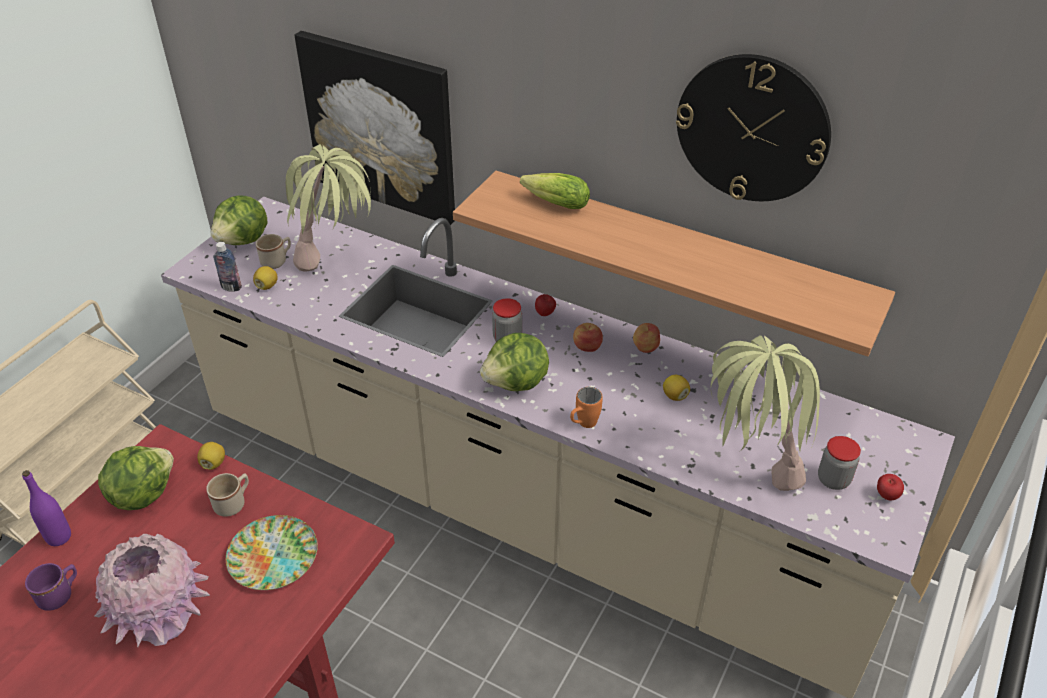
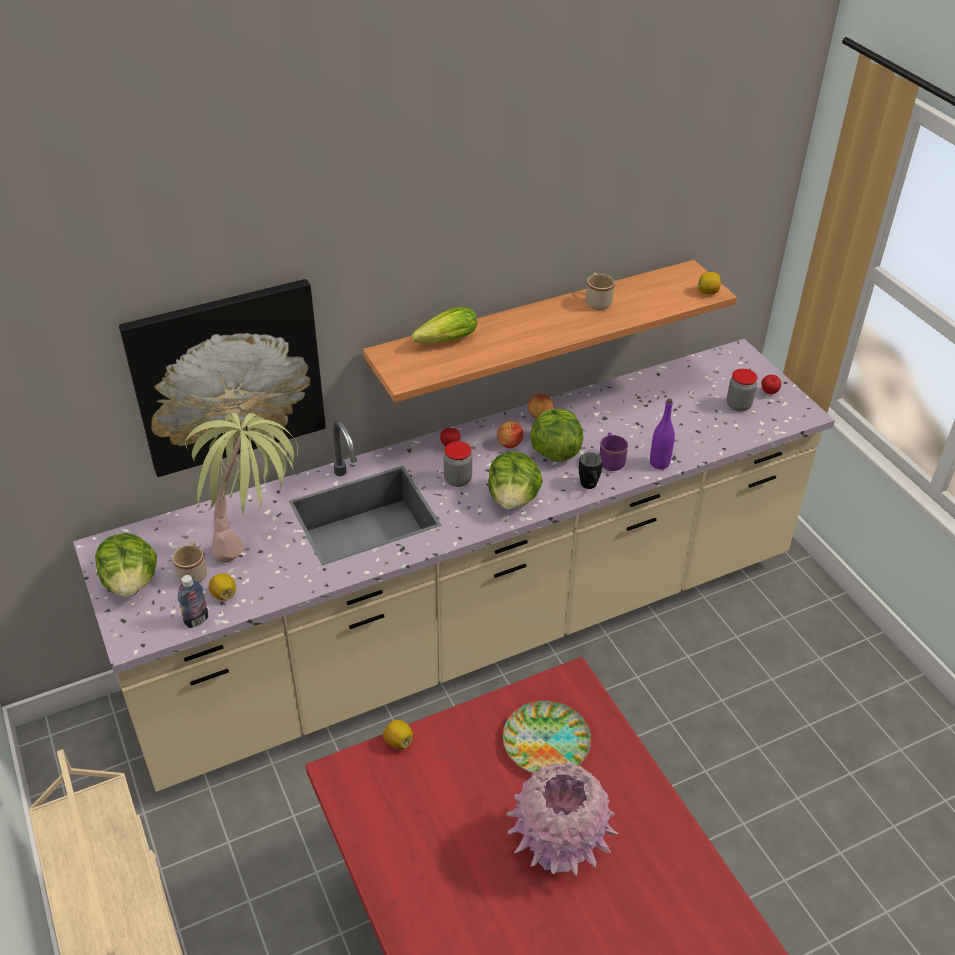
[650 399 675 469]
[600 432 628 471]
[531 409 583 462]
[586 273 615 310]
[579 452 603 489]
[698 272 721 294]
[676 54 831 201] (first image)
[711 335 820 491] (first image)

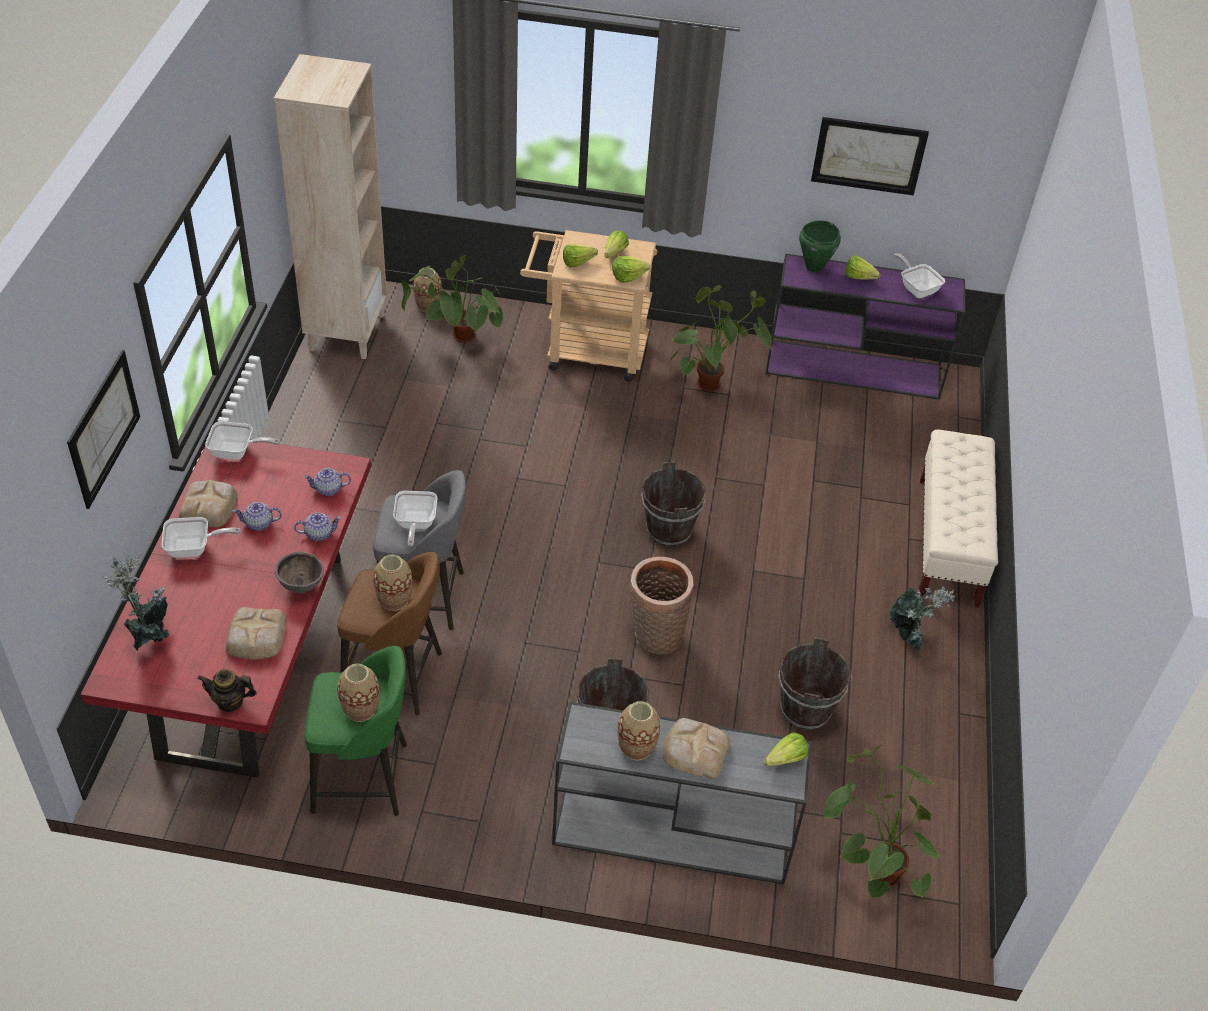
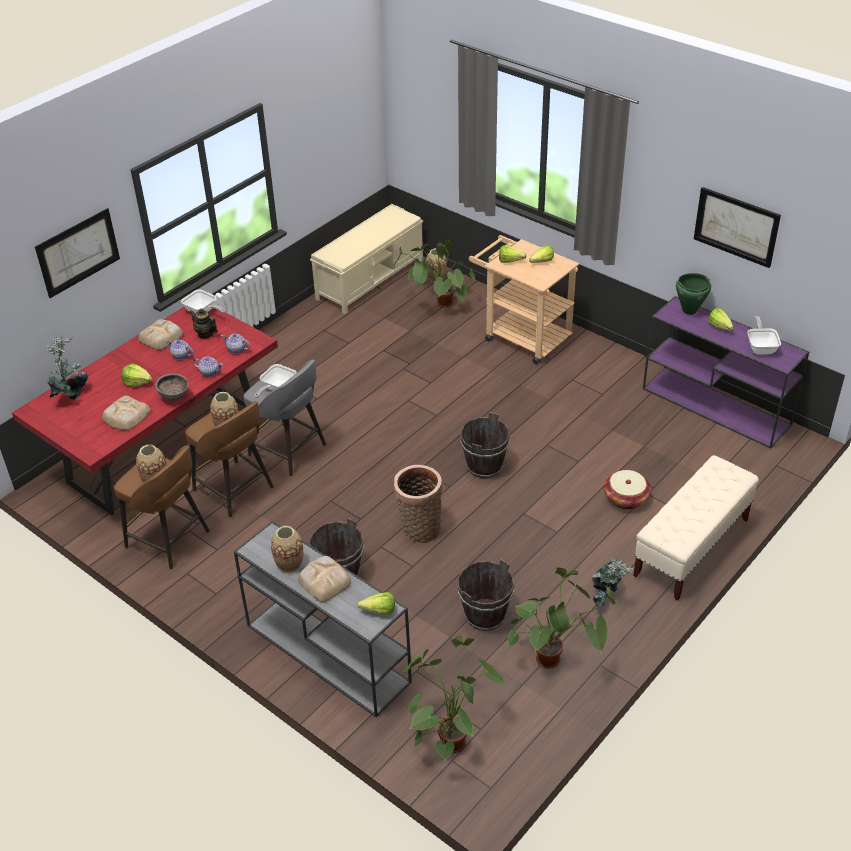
[162 517 241 558] (first image)
[190 309 218 339]
[310 204 423 314]
[114 445 210 569]
[121 364 152 387]
[508 567 616 669]
[604 470 651 510]

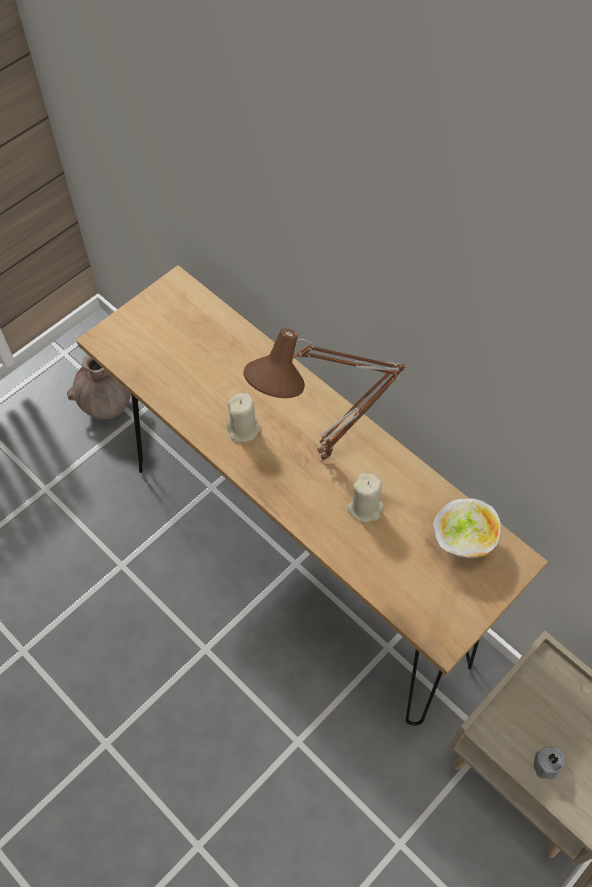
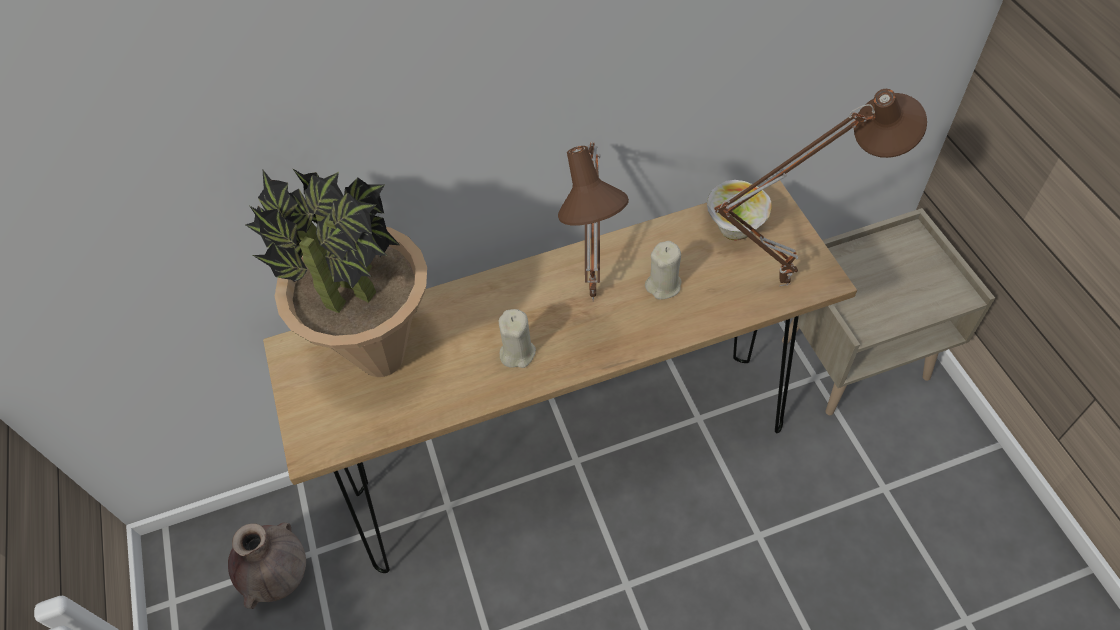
[534 746 565 780] (first image)
[245 168 427 377]
[714 89 927 286]

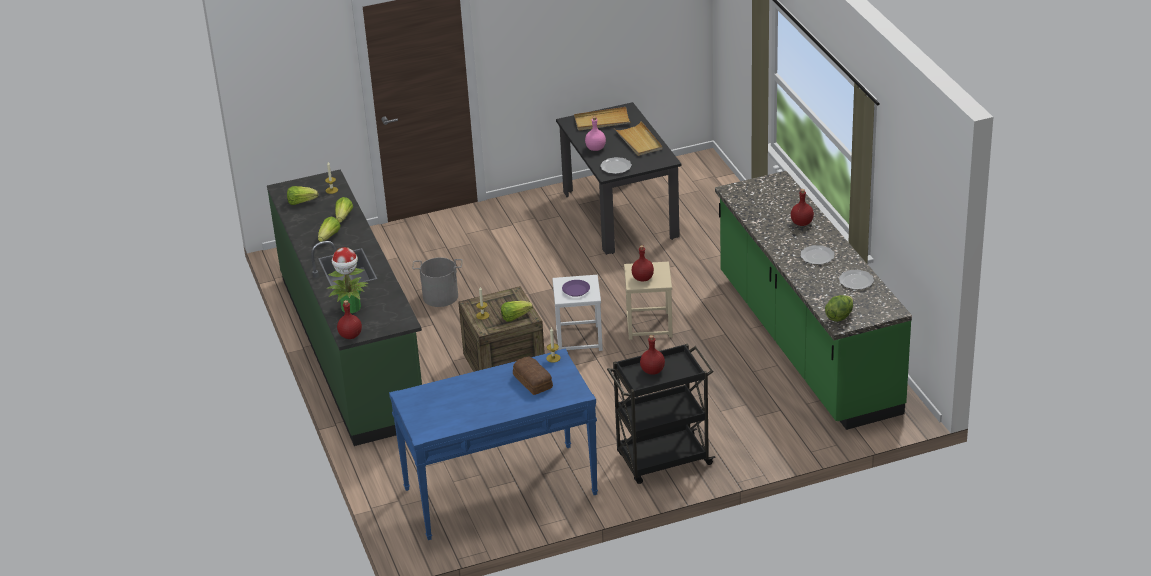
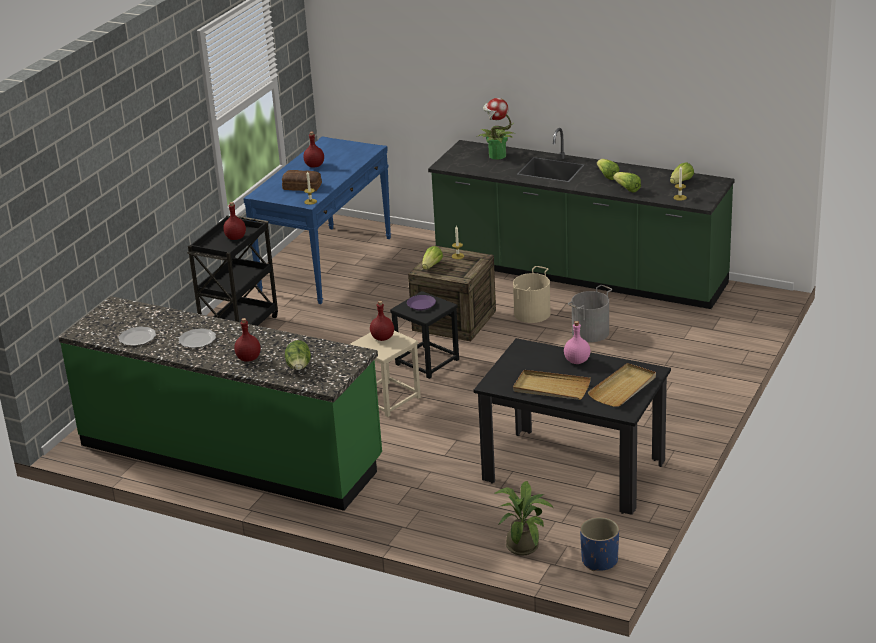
[303 132 324 168]
[390 291 459 379]
[600 157 632 174] (first image)
[285 340 311 370]
[494 481 553 556]
[513 266 551 323]
[580 517 619 571]

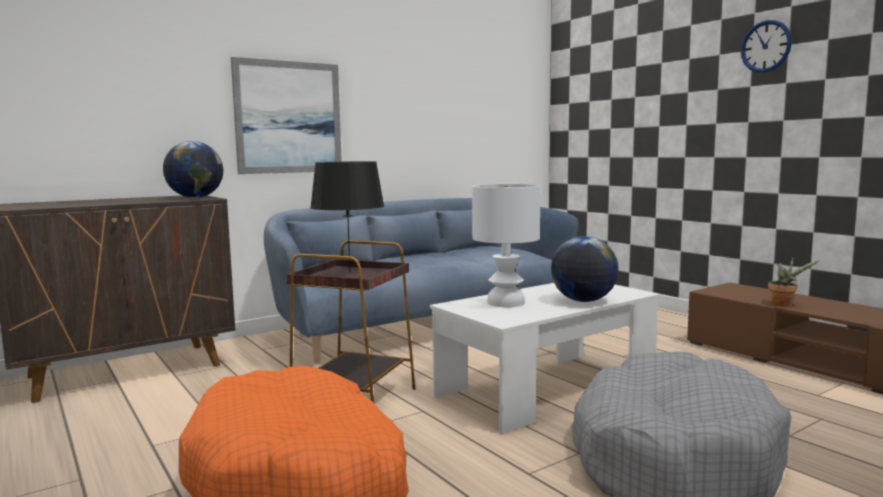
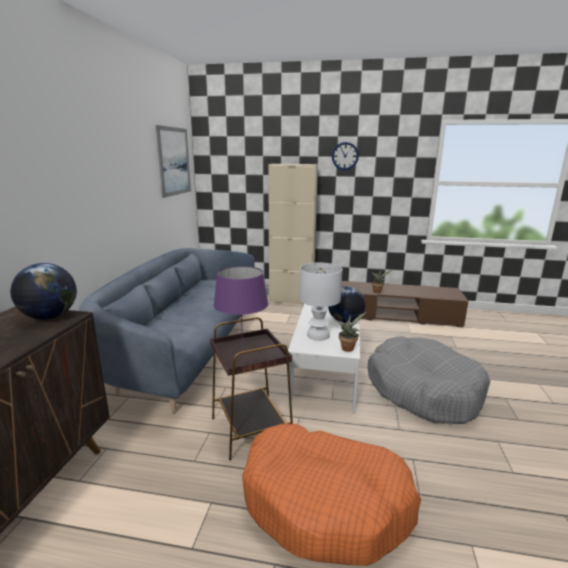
[156 125 191 198]
[213 266 268 349]
[268 164 318 305]
[336 312 366 352]

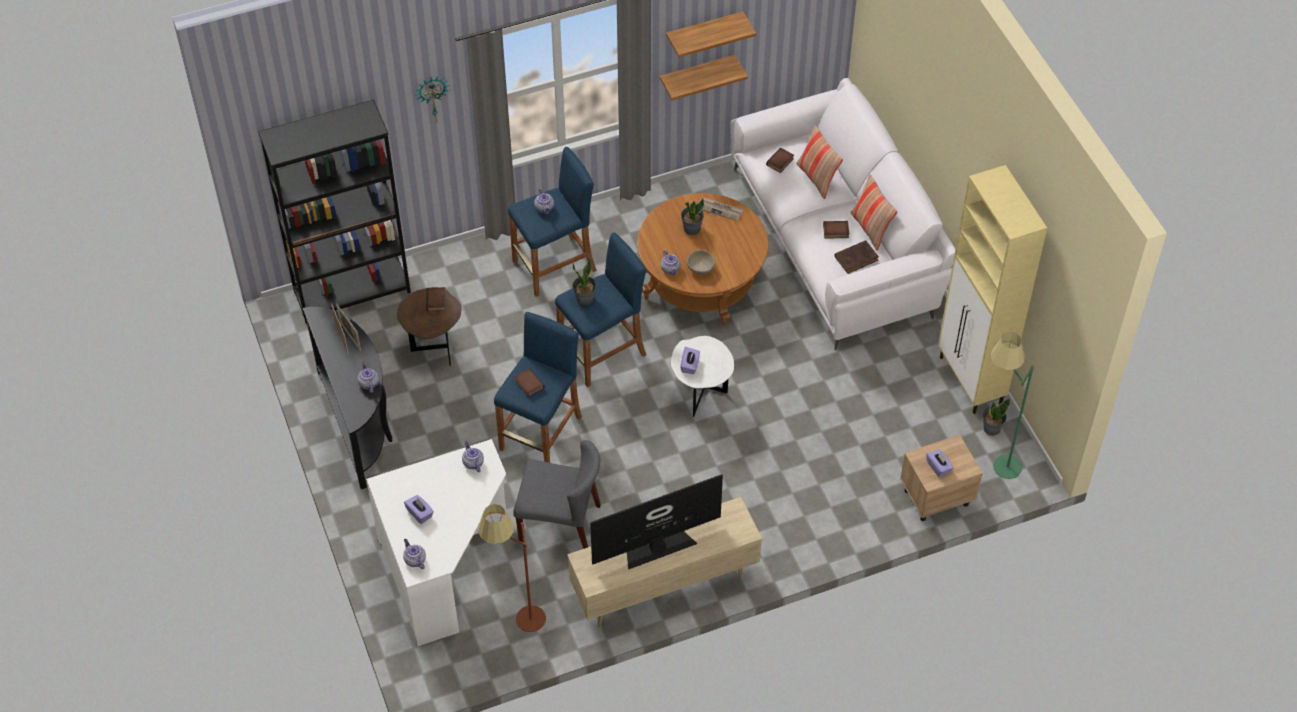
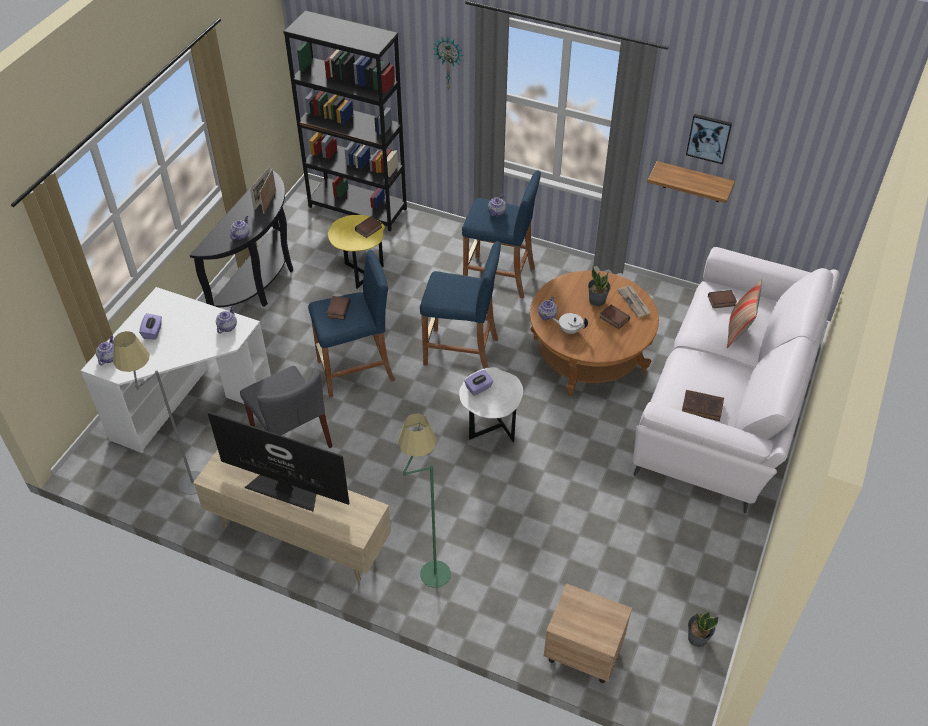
[328 215 385 289]
[113 331 201 495]
[572 258 597 305] (first image)
[686 114 732 164]
[552 313 588 334]
[600 305 630 329]
[850 175 897 250] (first image)
[926 449 953 477] (first image)
[938 165 1047 414] (first image)
[398 413 451 588]

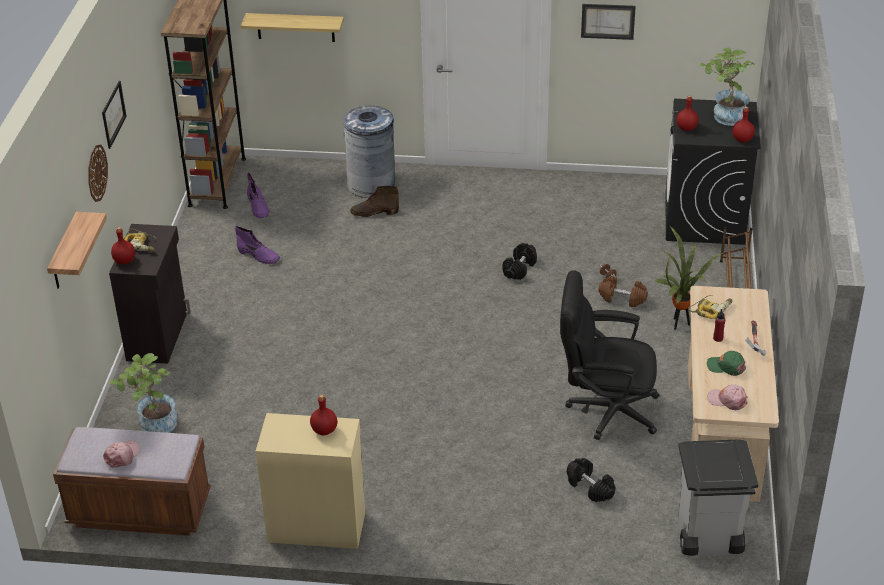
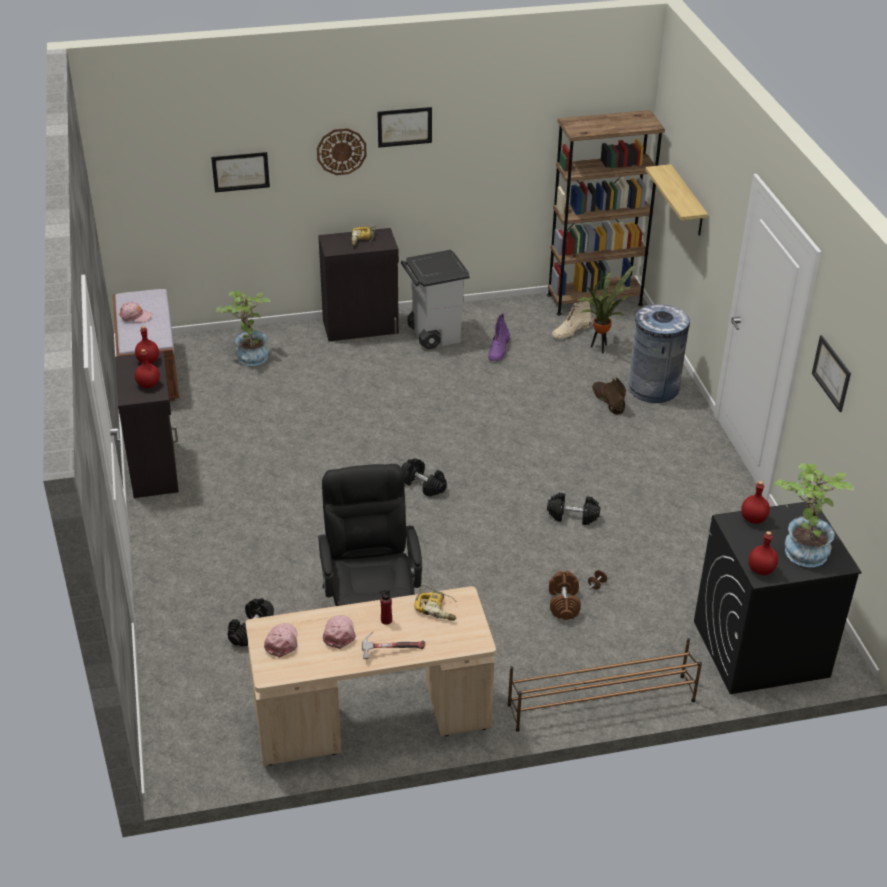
[211 152 270 192]
[135 326 159 364]
[552 301 592 339]
[115 351 179 498]
[577 263 638 354]
[401 250 469 349]
[323 615 356 649]
[401 458 447 497]

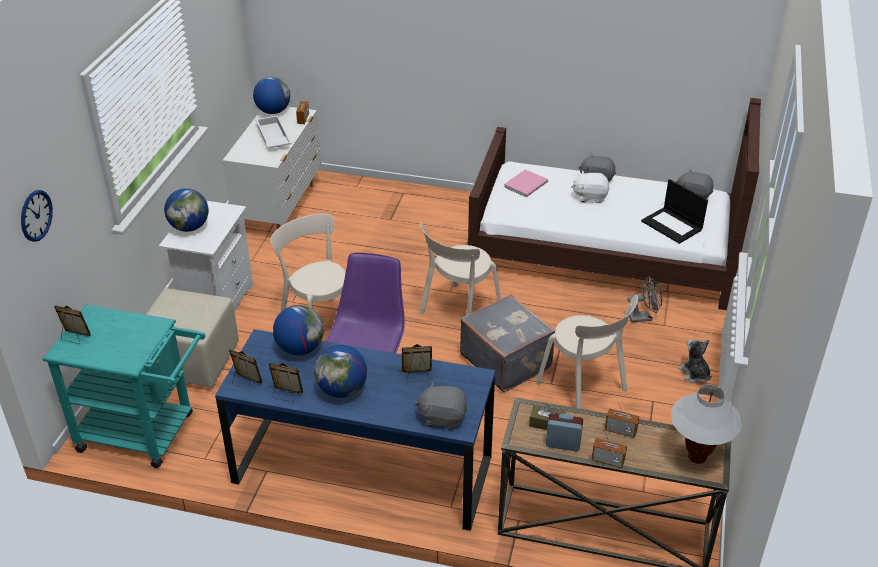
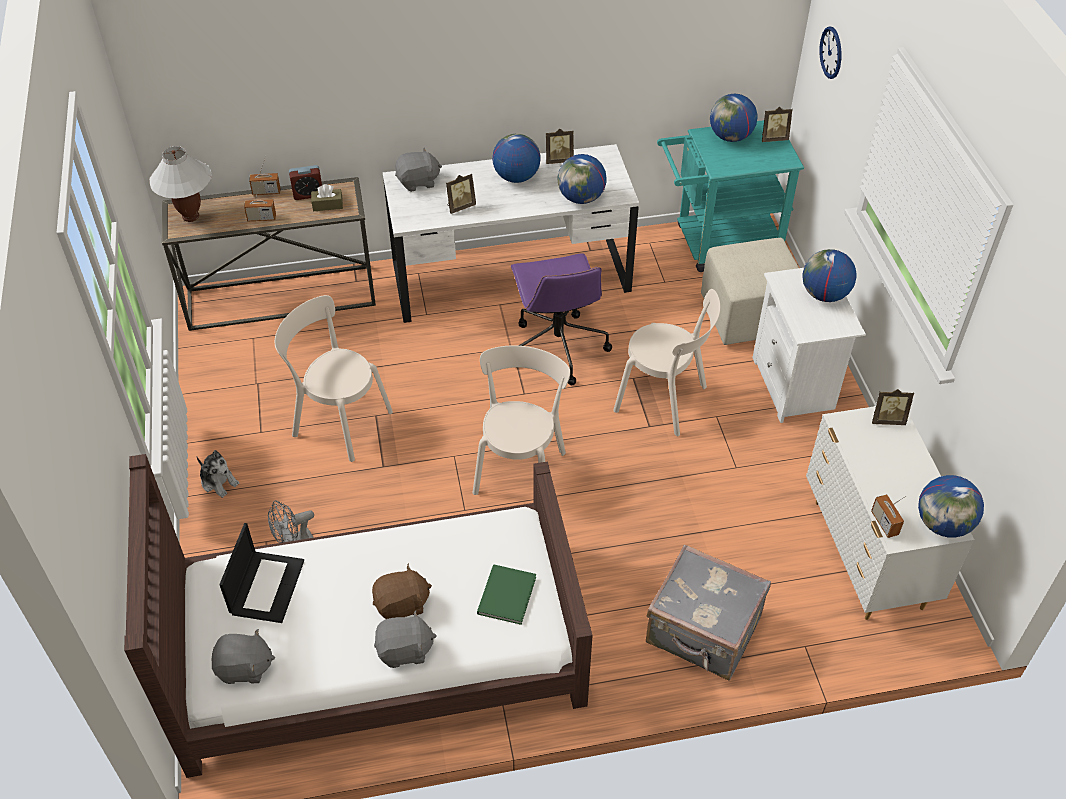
[383 144 639 323]
[872 389 914 425]
[256 115 292 148] (first image)
[646 544 771 681]
[477 565 536 625]
[372 564 432 619]
[219 523 304 623]
[710 94 758 142]

